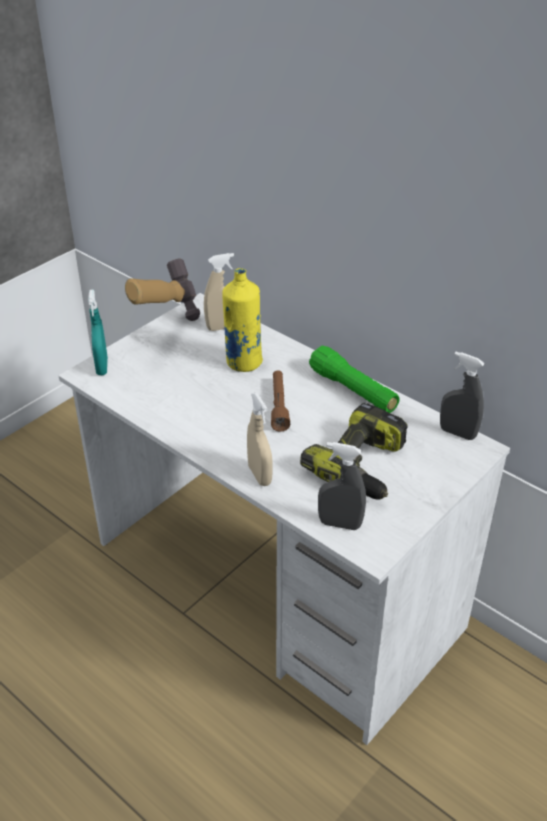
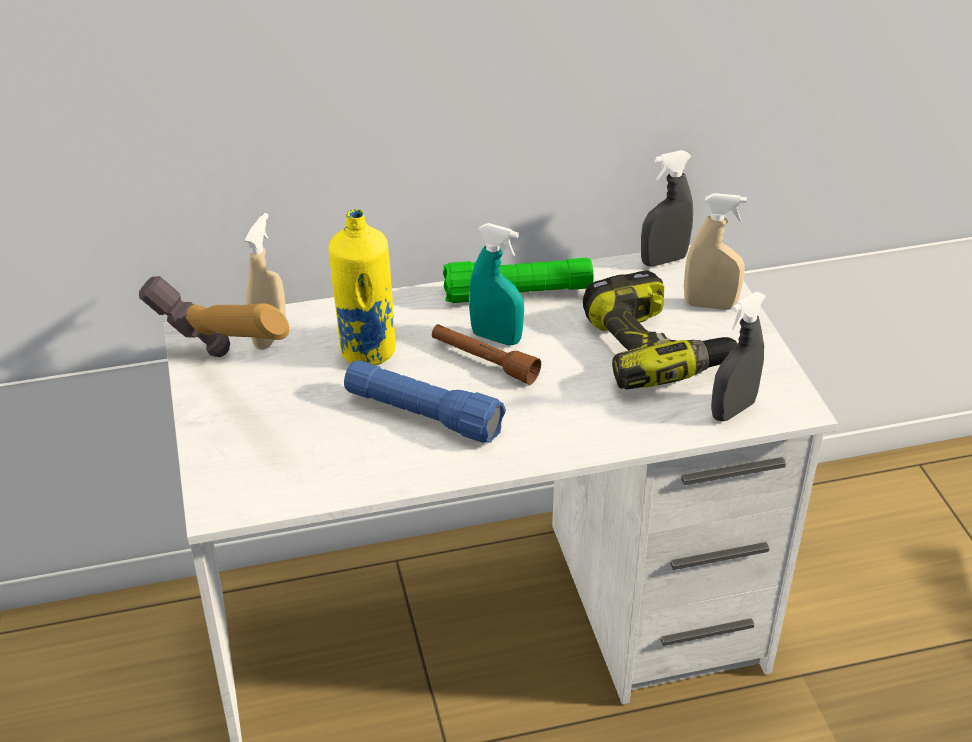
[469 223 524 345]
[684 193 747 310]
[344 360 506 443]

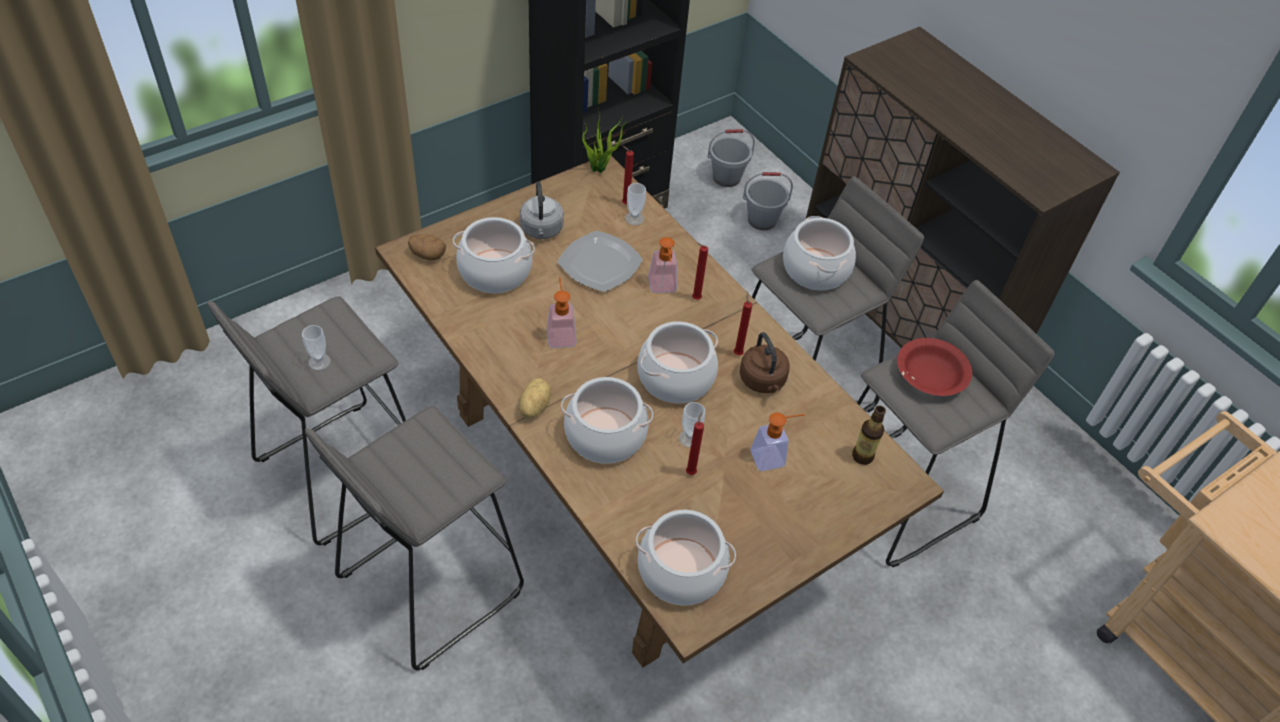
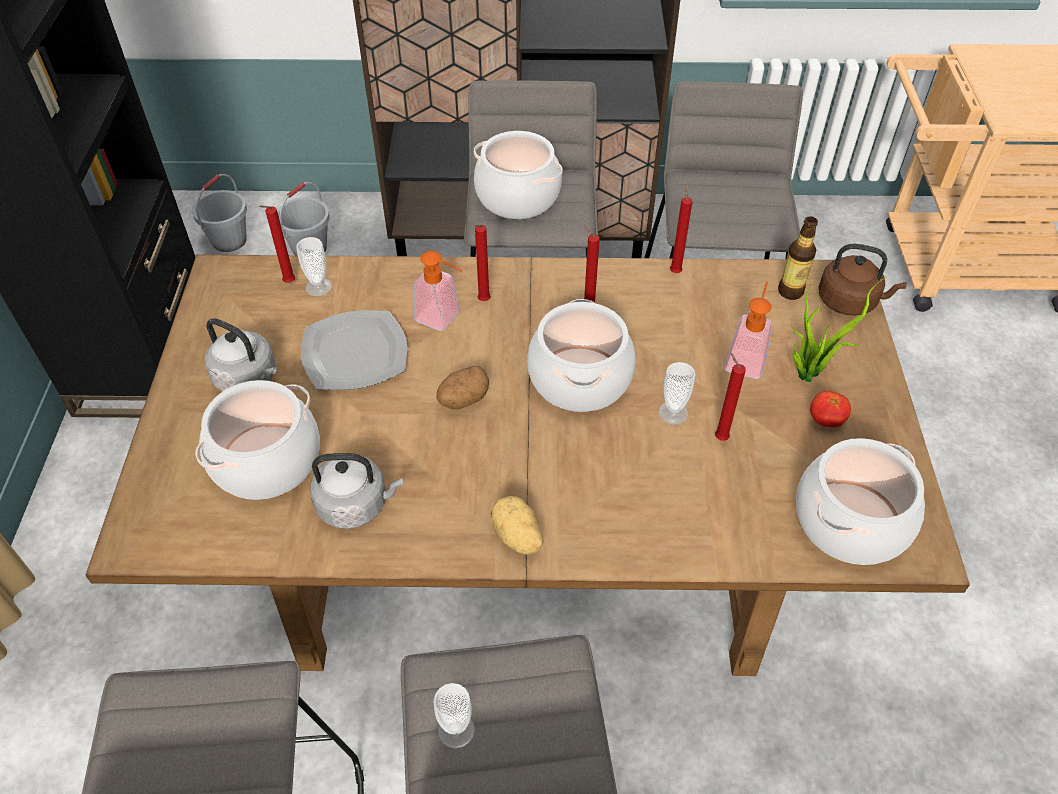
[433 683 475 749]
[436 366 489 409]
[547 277 577 348] (first image)
[561 377 653 464] (first image)
[791 277 886 382]
[819 244 907 316]
[897 338 972 396] (first image)
[310 453 403 529]
[670 184 693 273]
[810 391 851 427]

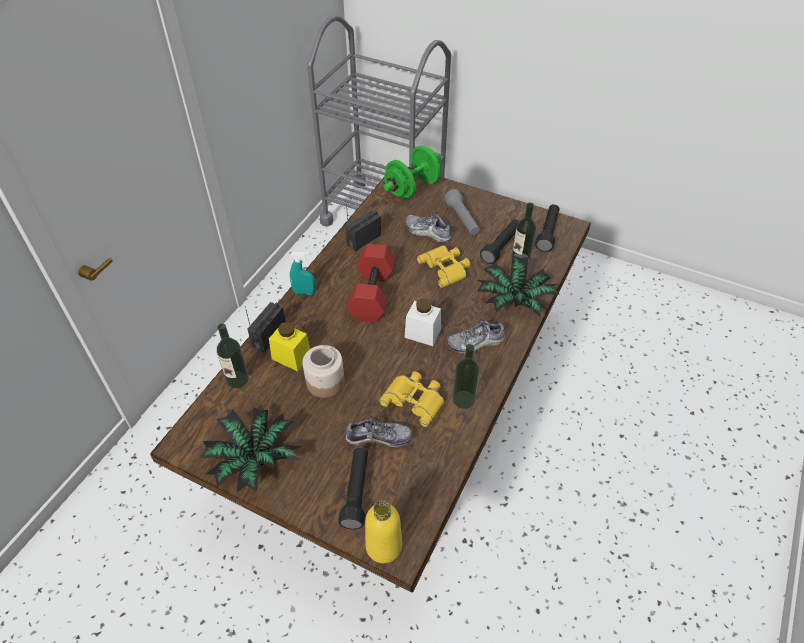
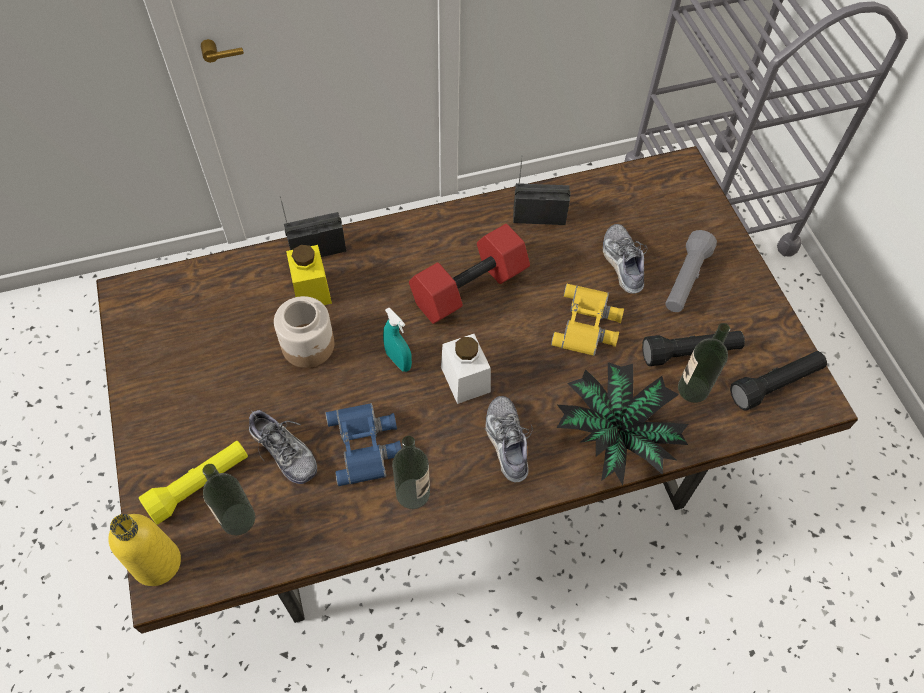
[200 407 303 493] (first image)
[202 464 255 535]
[383 308 412 372]
[139 441 248 525]
[325 403 402 486]
[384 146 442 199] (first image)
[484 396 533 483]

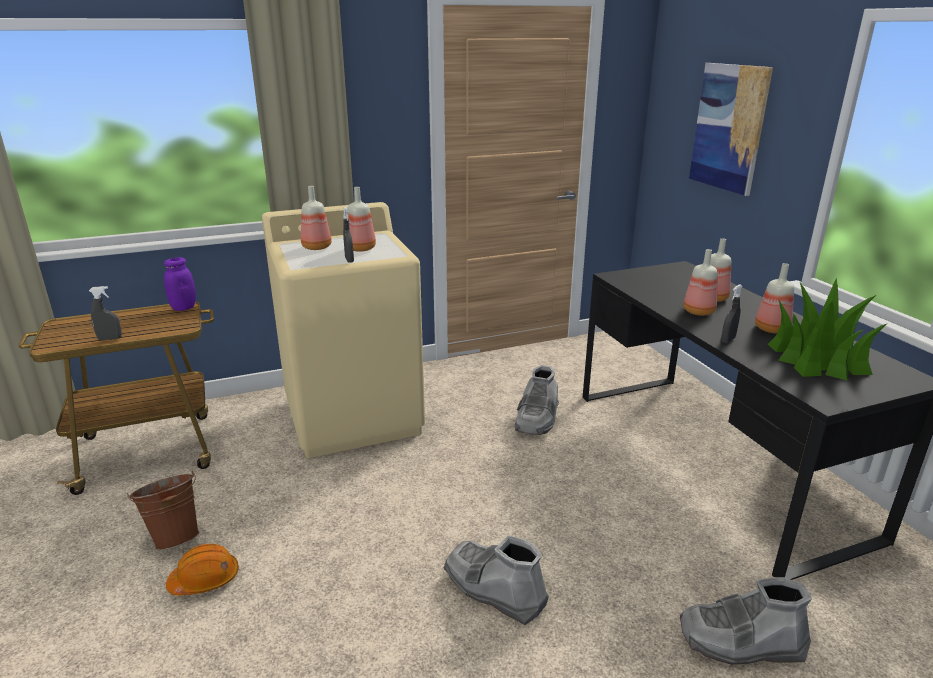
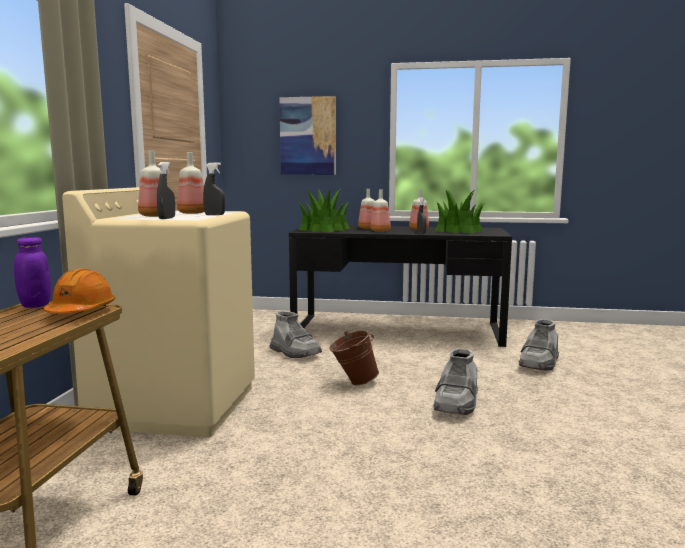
[157 162 175 219]
[329 330 379 386]
[43 268 115 313]
[433 348 479 415]
[299 190 350 232]

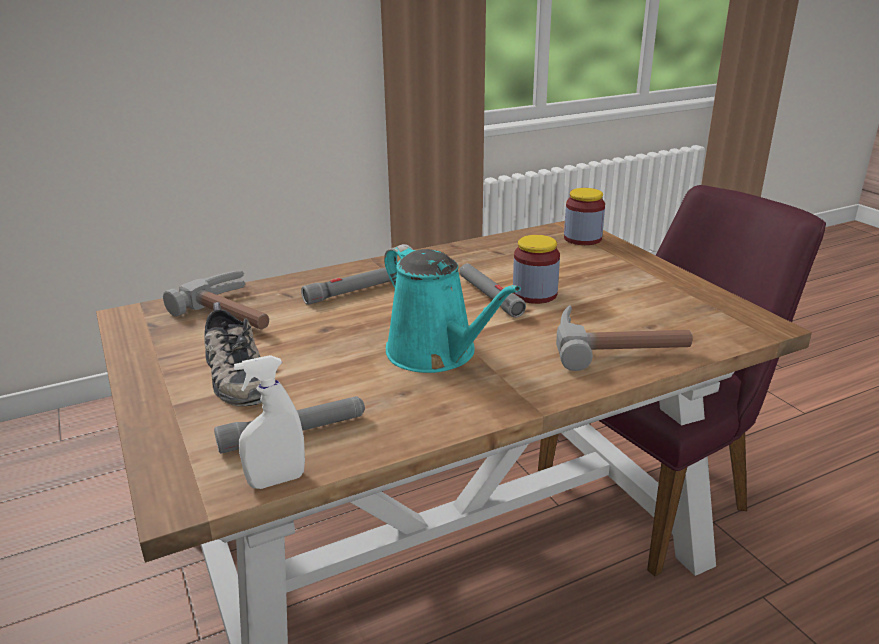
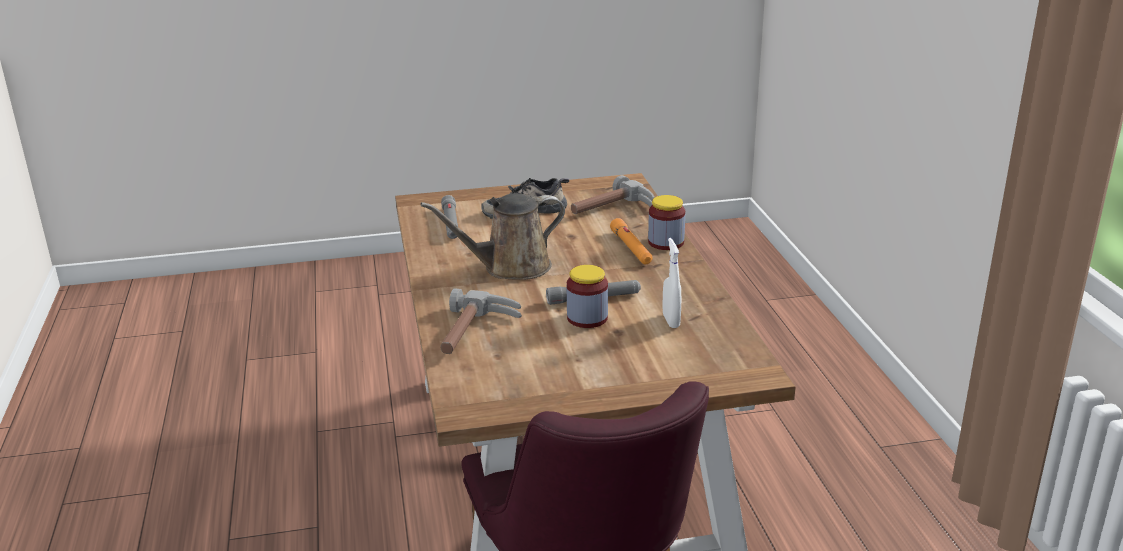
[662 238 681 328]
[610 218 653 264]
[420 193 565 280]
[648 195 685 250]

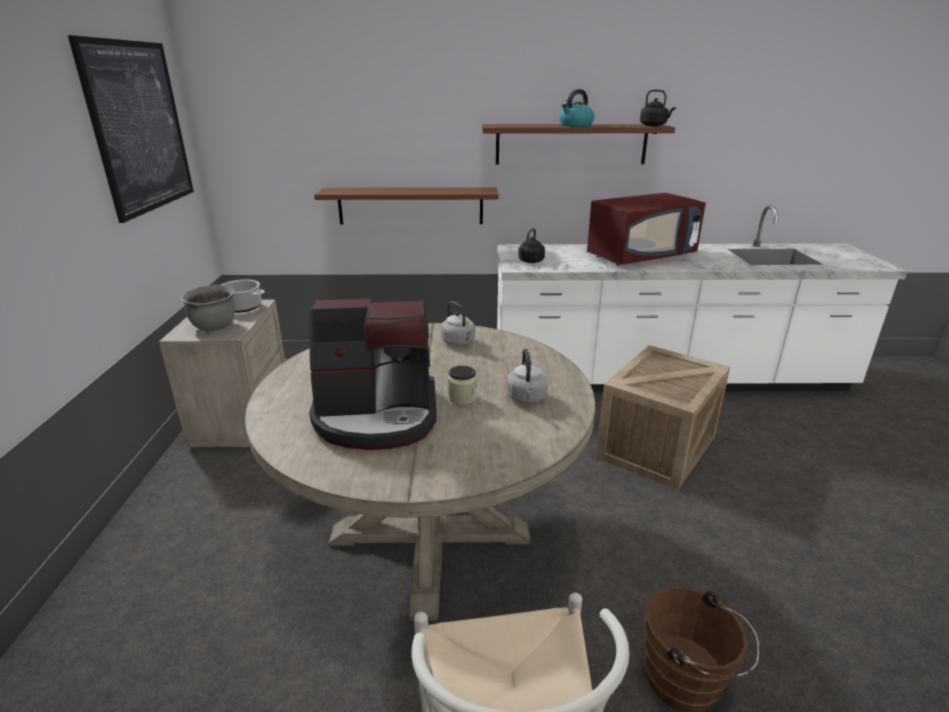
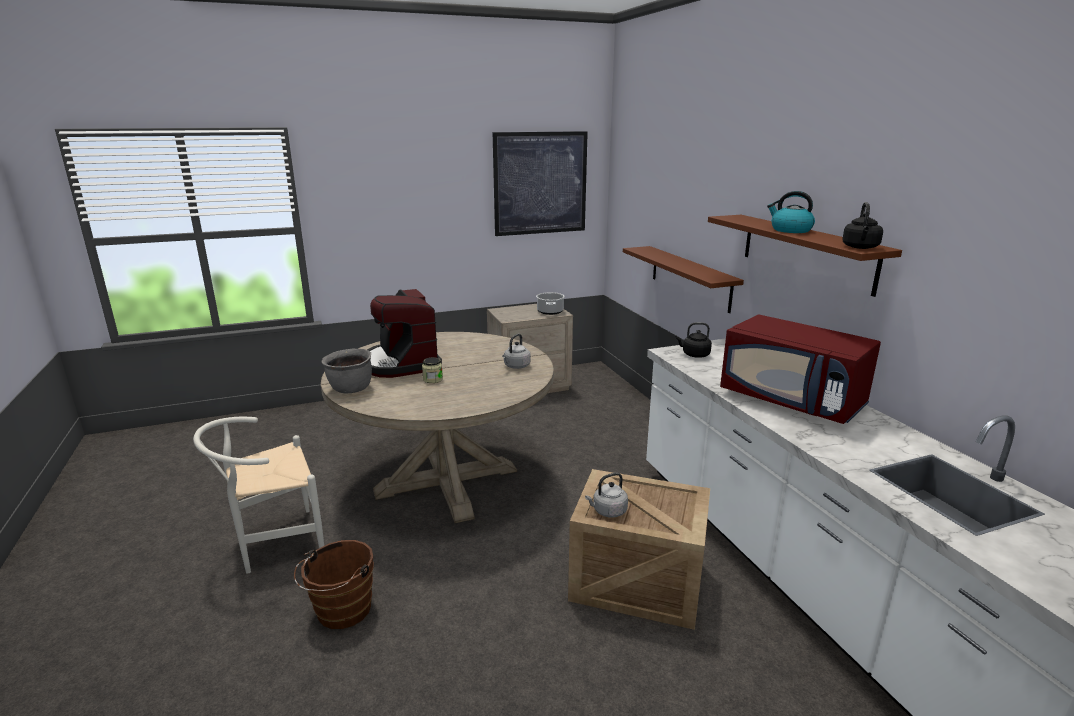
[322 349 372 393]
[585 473 628 518]

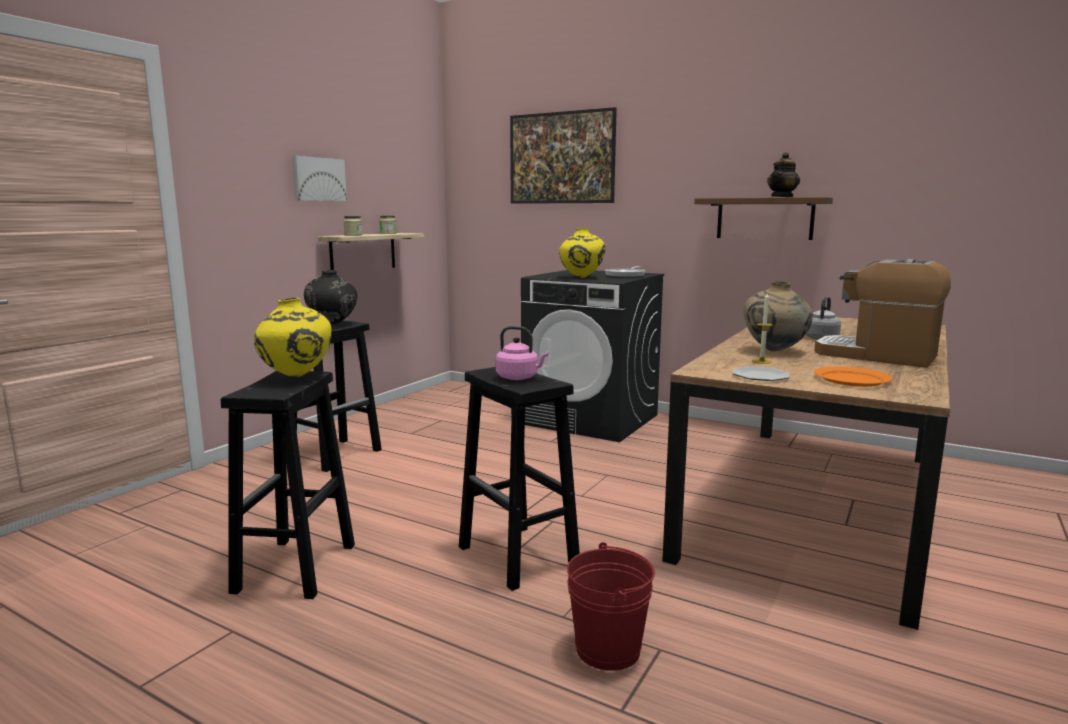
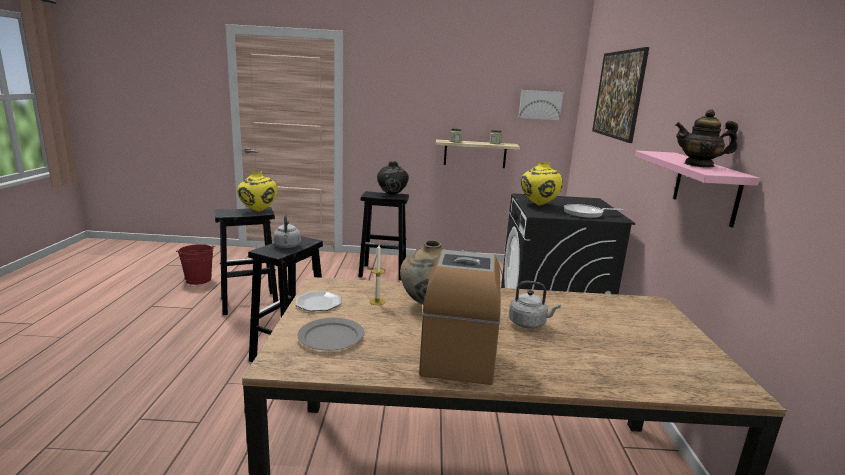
[519 90 564 120]
[273 213 301 248]
[176 244 215 285]
[635 150 760 227]
[298 318 365 350]

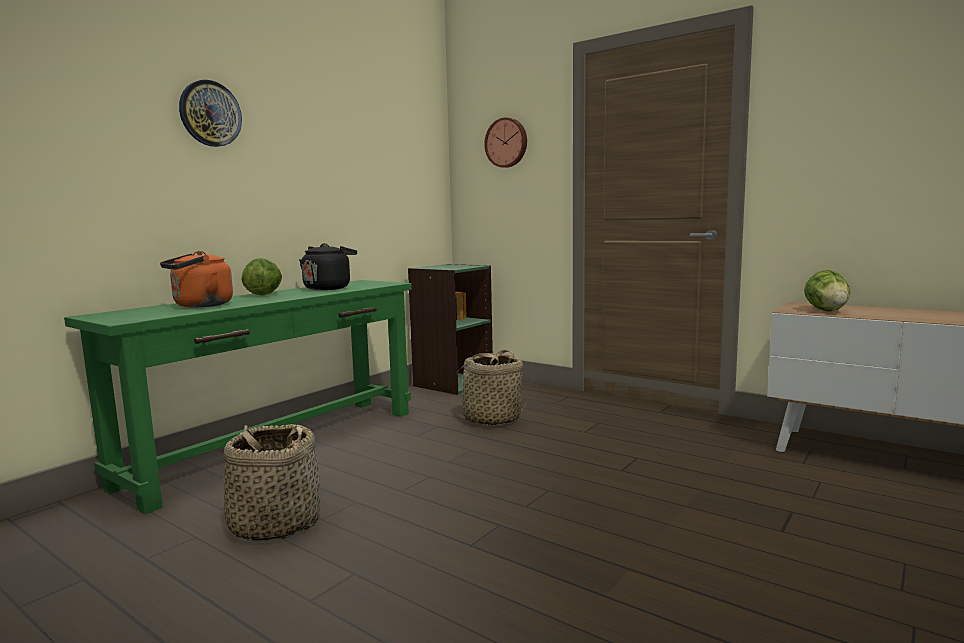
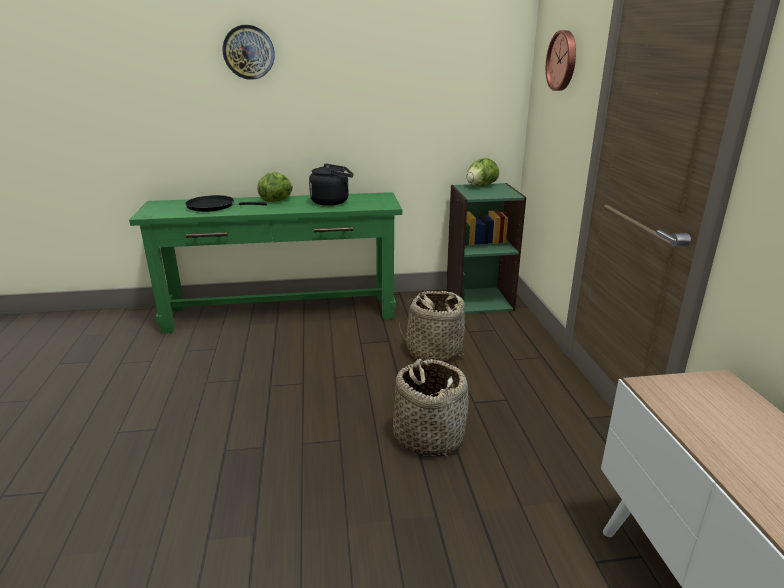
[185 195 267 212]
[393 359 469 456]
[467 158 499 187]

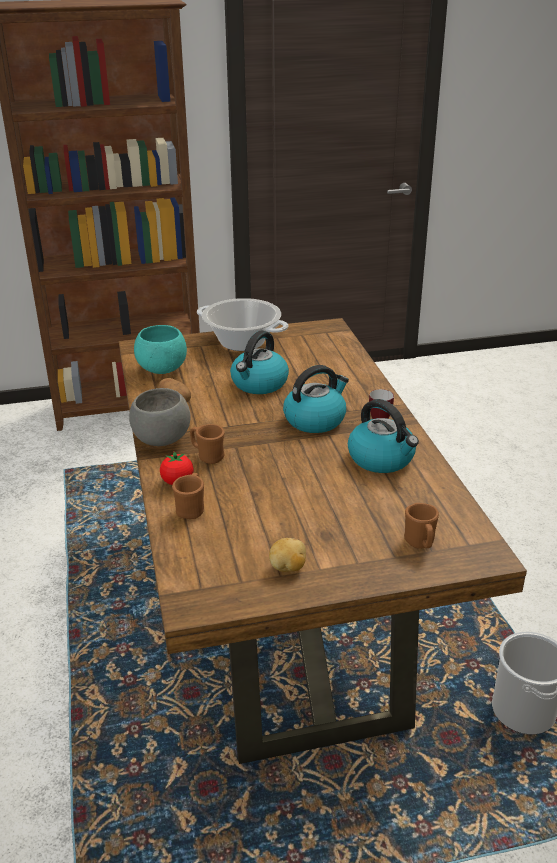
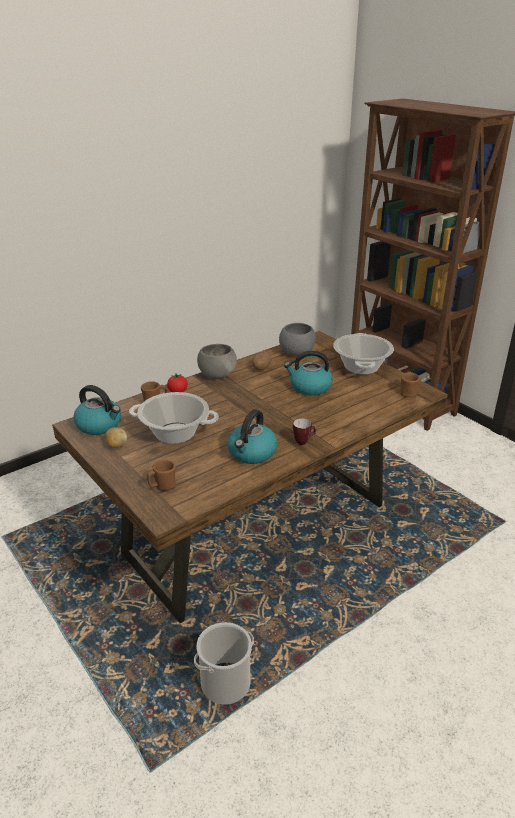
[279 323 316 356]
[400 372 420 398]
[73 385 121 435]
[129 392 219 444]

